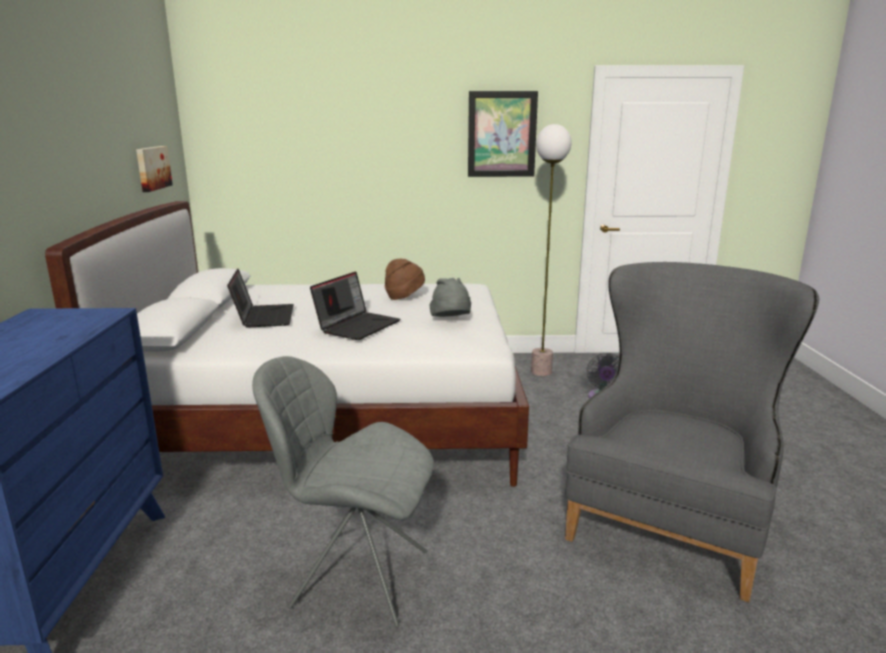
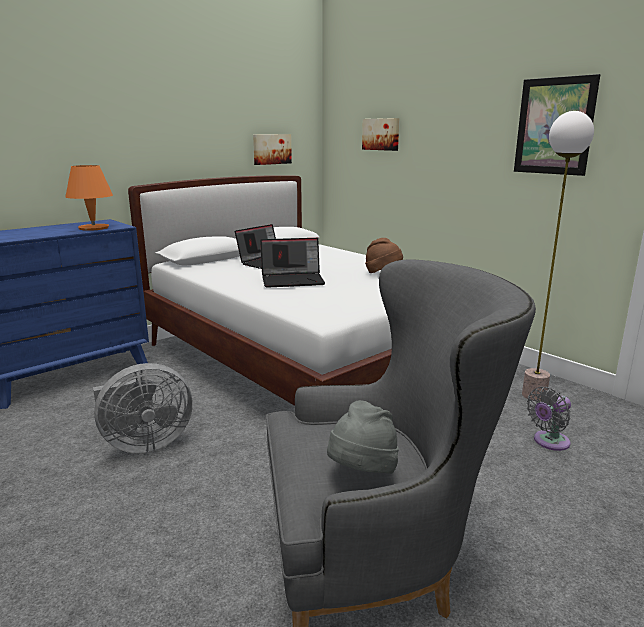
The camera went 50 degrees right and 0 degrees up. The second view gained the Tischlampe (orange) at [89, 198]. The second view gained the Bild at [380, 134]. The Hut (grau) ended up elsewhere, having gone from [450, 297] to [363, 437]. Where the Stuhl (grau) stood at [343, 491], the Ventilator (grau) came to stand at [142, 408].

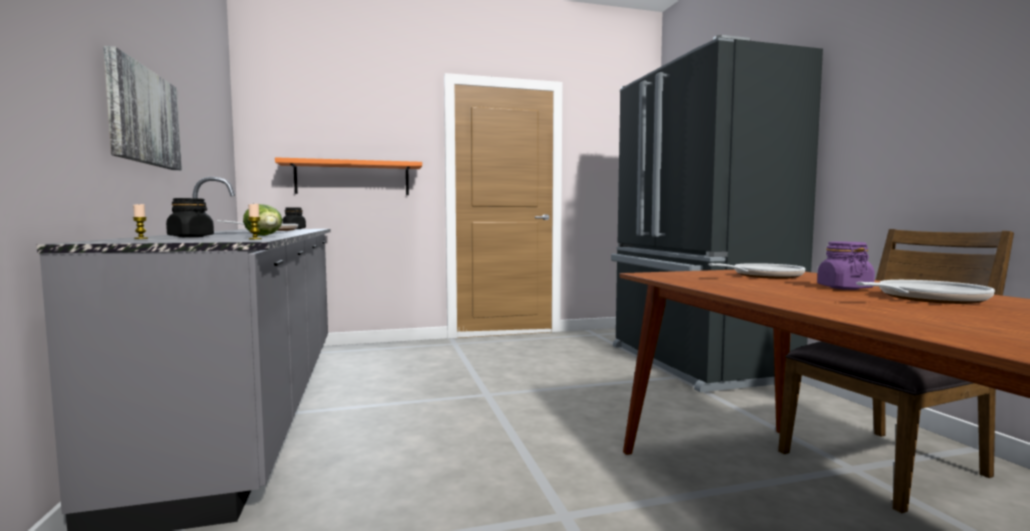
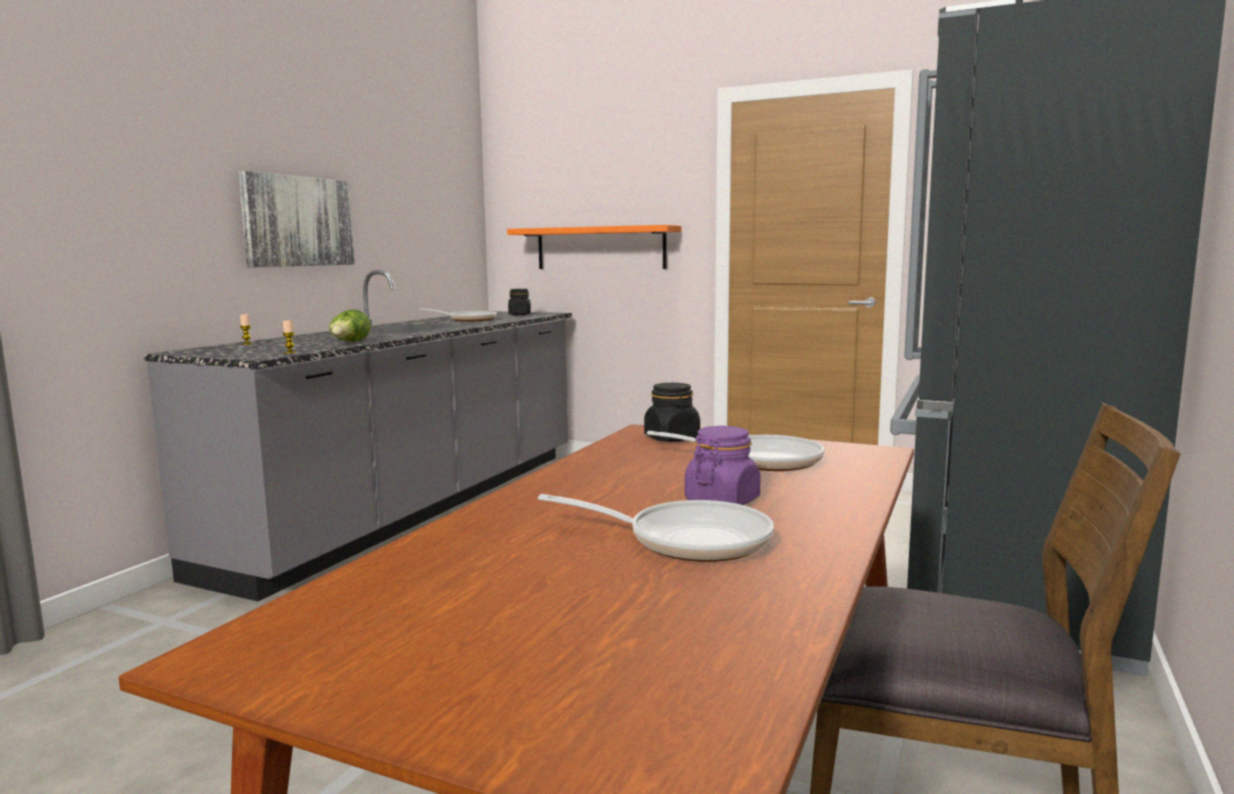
The camera went 40 degrees right and 5 degrees up. The Vorratsglas (schwarz) ended up elsewhere, having gone from [190, 217] to [672, 412].

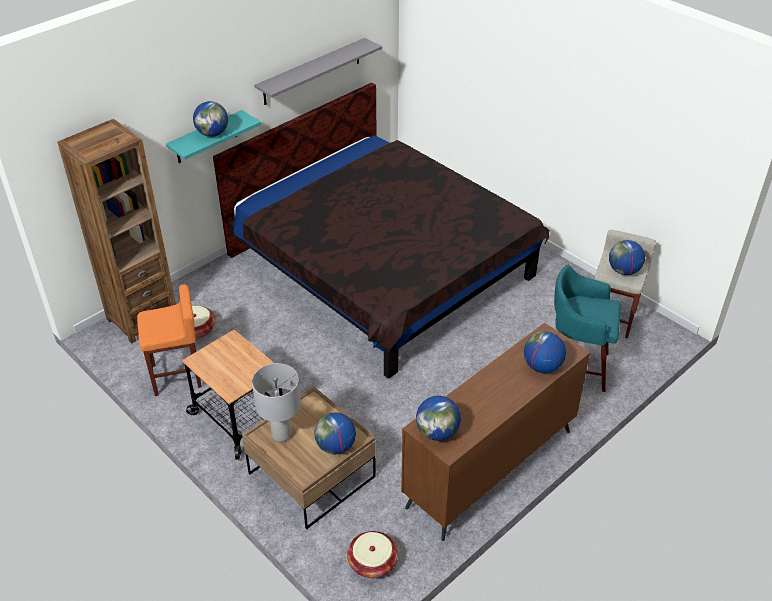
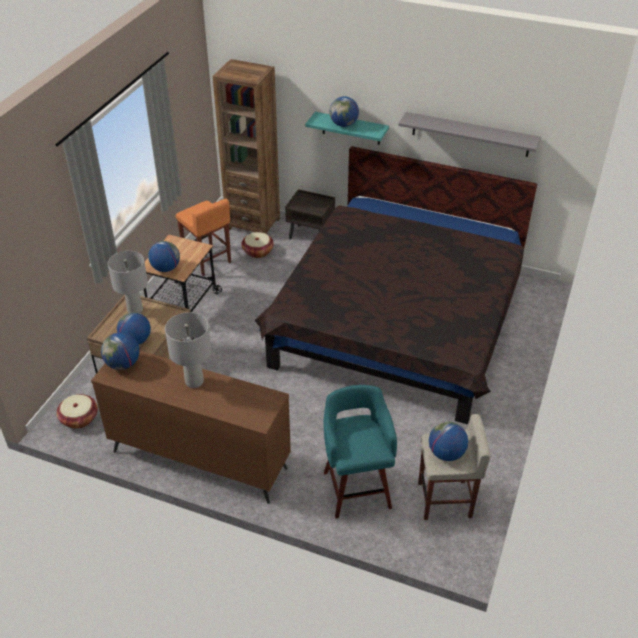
The camera went 65 degrees right and 0 degrees up. The second view gained the Tischlampe (grau) at [188, 350]. The second view gained the Nachttisch (braun) at [310, 214]. The Globus ended up elsewhere, having gone from [545, 352] to [164, 256].

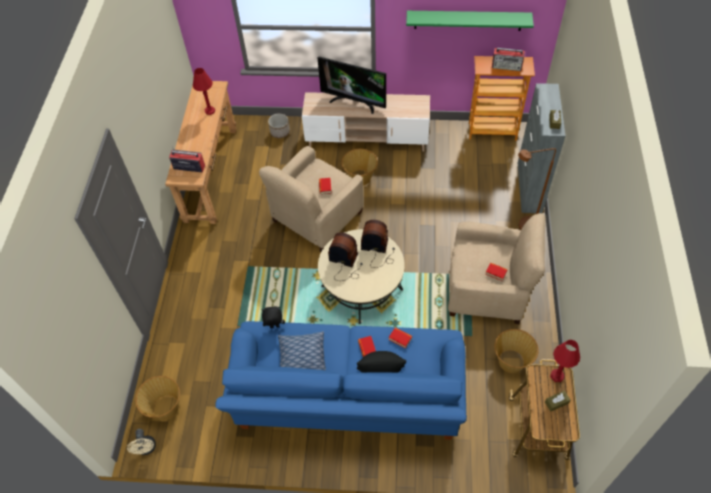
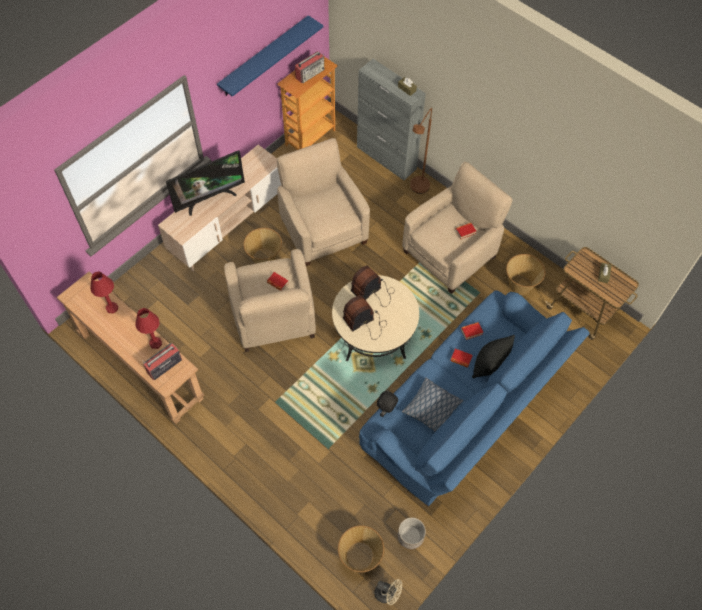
The camera went 55 degrees left and 5 degrees up. The second view gained the Sessel (beige) at [323, 202]. The Pflanzkübel ended up elsewhere, having gone from [279, 126] to [412, 533]. The Tischlampe (rot) ended up elsewhere, having gone from [565, 361] to [148, 328]. What was the Wandregal (grün) at [470, 21] turned into the Wandregal (blau) at [270, 56].

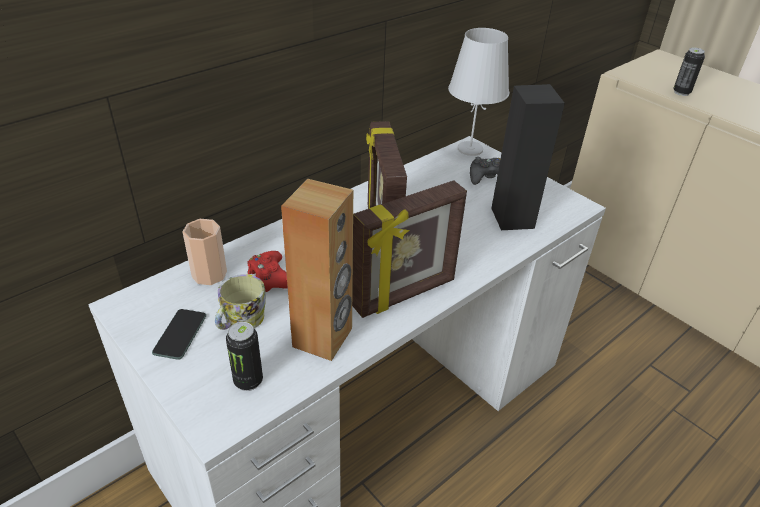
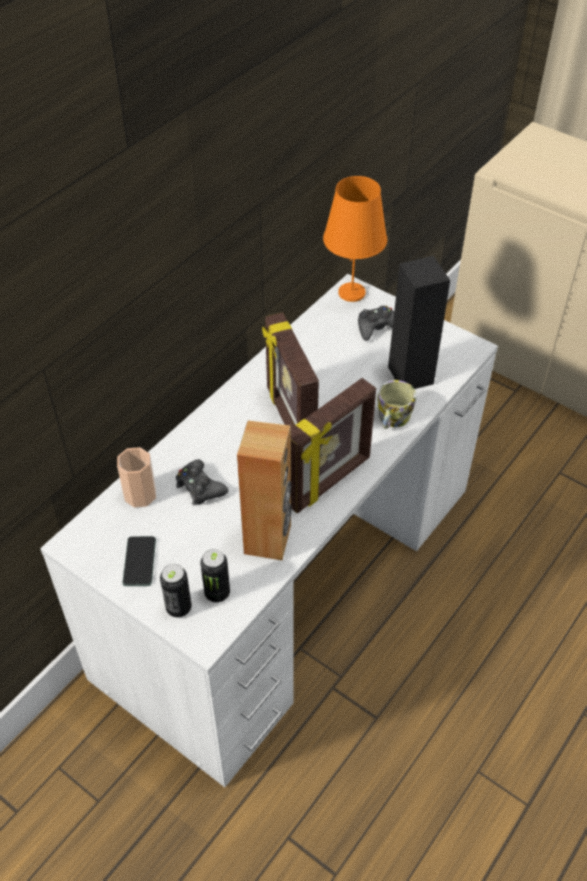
The camera went 10 degrees left and 10 degrees up. The Henkelbecher ended up elsewhere, having gone from [240, 302] to [396, 404]. The Dose ended up elsewhere, having gone from [689, 72] to [176, 590]. What was the Gamepad (rot) at [267, 271] turned into the Gamepad (schwarz) at [202, 482]. What was the Tischlampe (weiß) at [478, 92] turned into the Tischlampe (orange) at [355, 239].

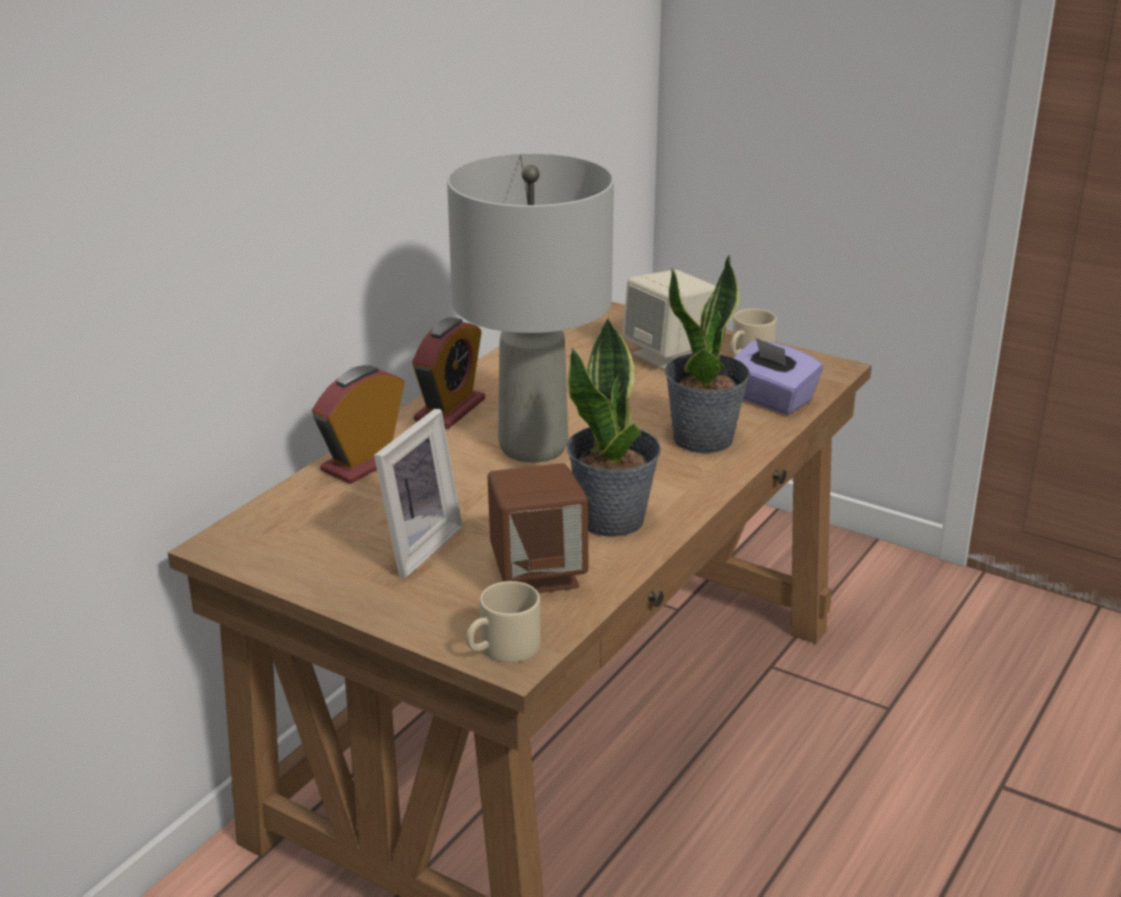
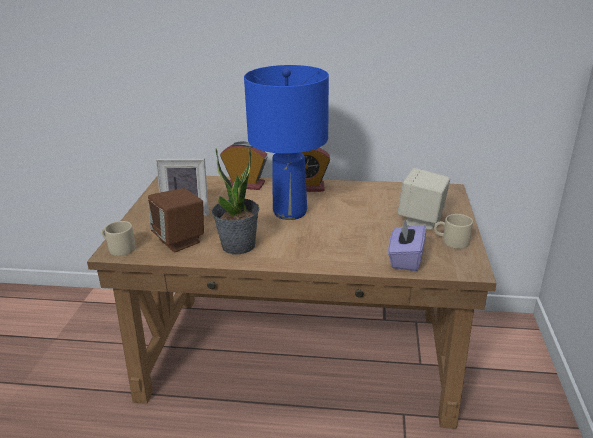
The camera went 65 degrees right and 0 degrees up. The second view lost the Topfpflanze at [707, 354]. What was the Tischlampe (grau) at [530, 308] turned into the Tischlampe (blau) at [286, 142].

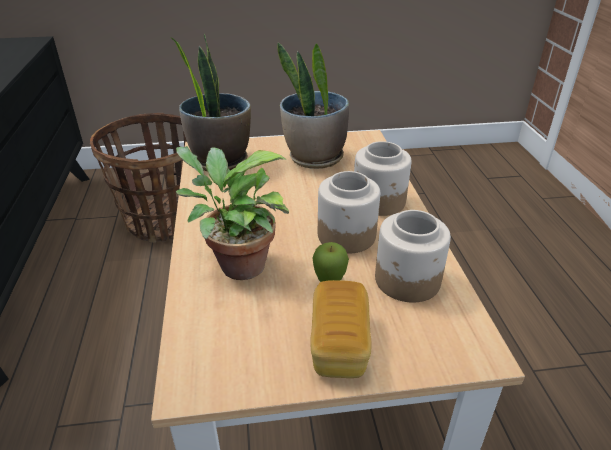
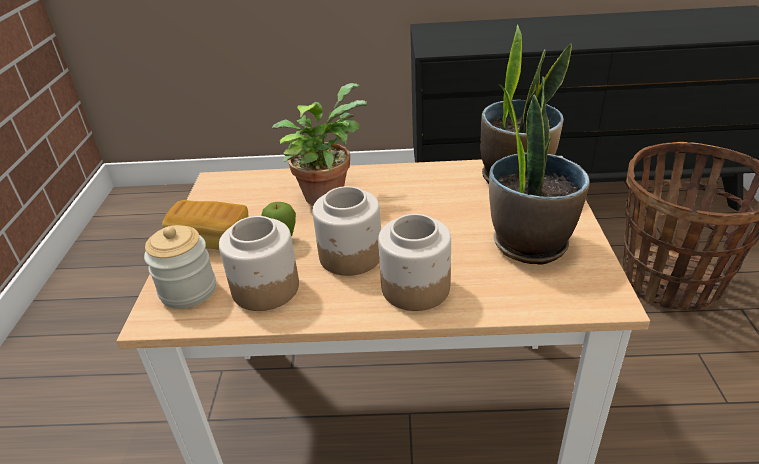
The camera went 100 degrees right and 0 degrees up. The second view gained the Vorratsglas at [180, 267].

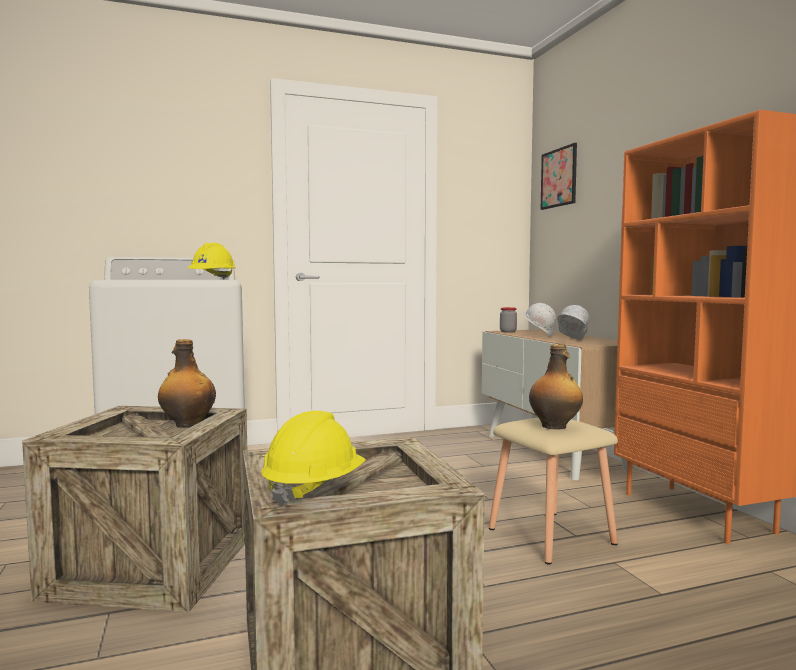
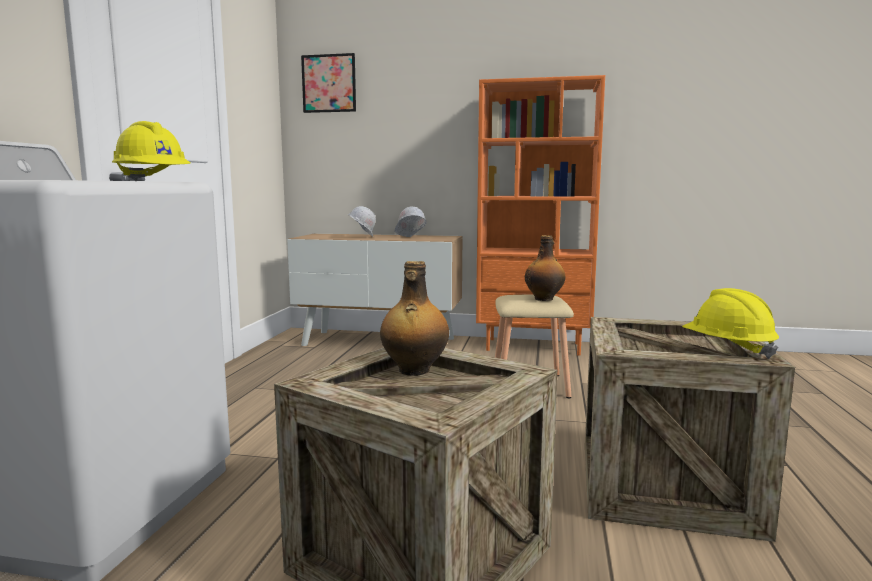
The camera went 60 degrees left and 5 degrees up. The second view lost the Vorratsglas at [508, 320].

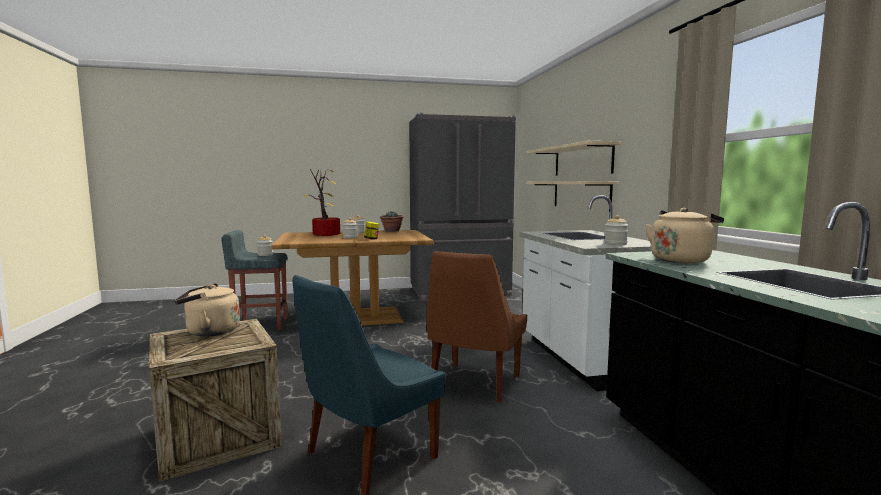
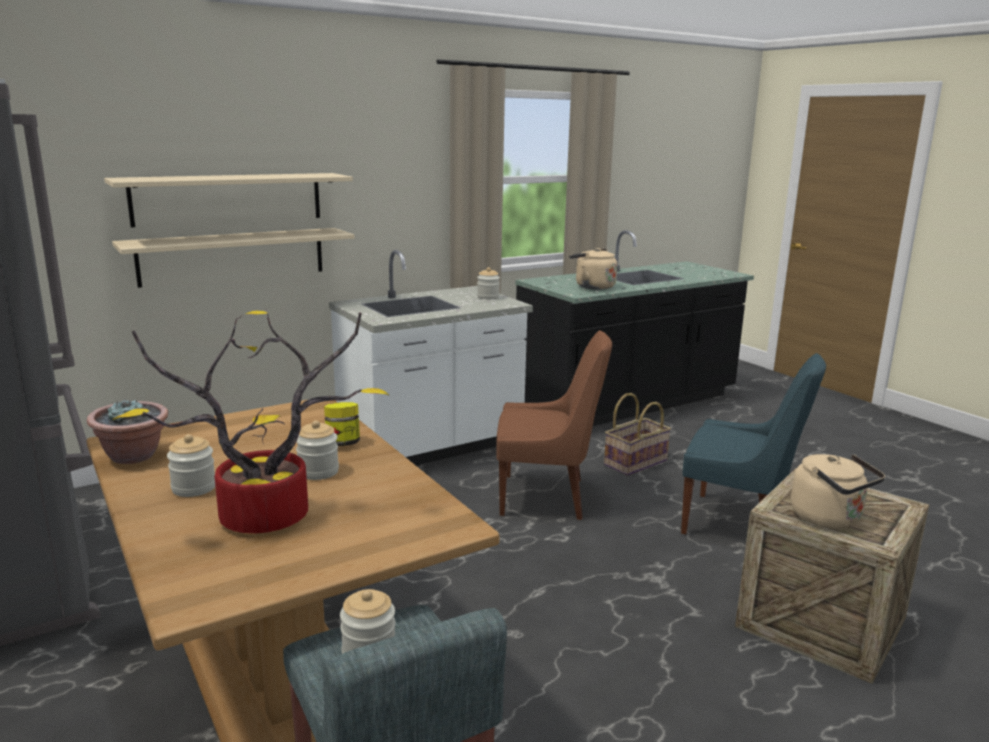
The camera went 110 degrees left and 10 degrees up. The second view gained the Korb at [637, 434].

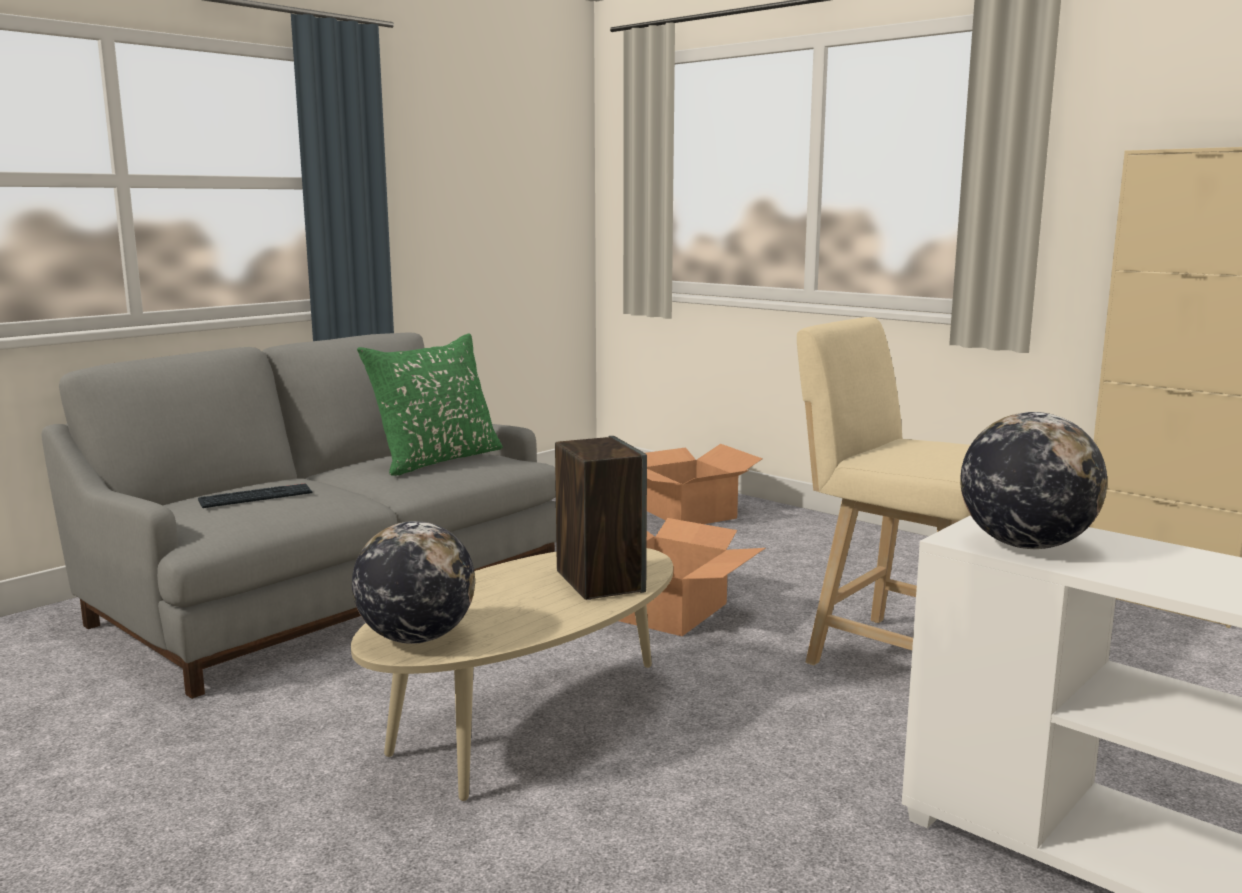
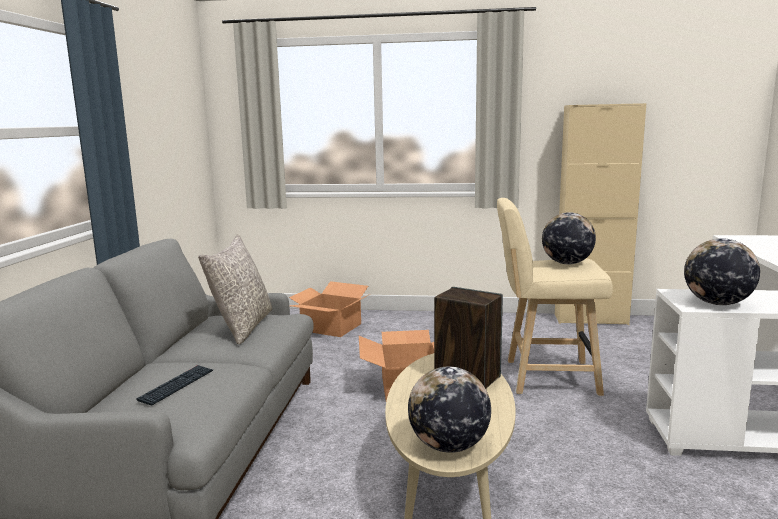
The camera went 35 degrees left and 0 degrees up. The second view gained the Globus at [569, 238]. What was the Kissen (grün) at [430, 404] turned into the Kissen (grau) at [235, 289].

